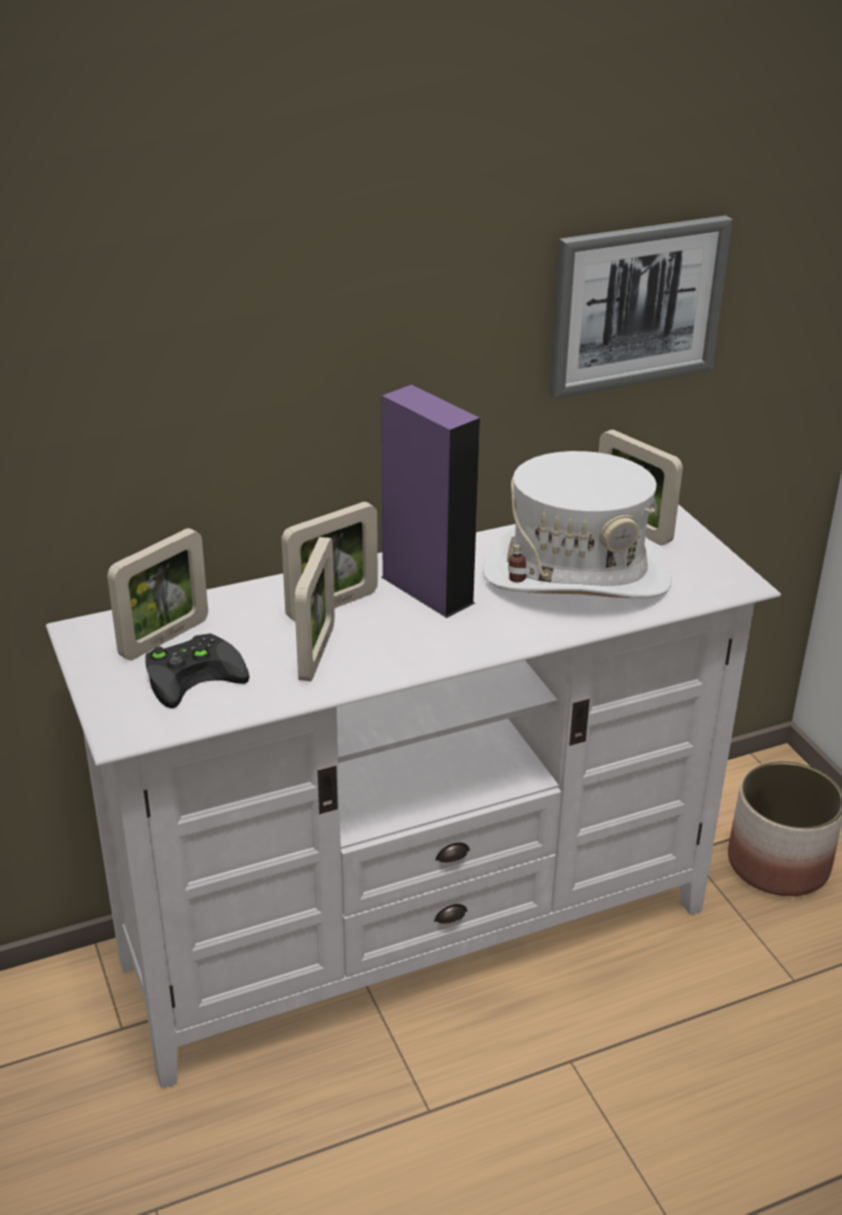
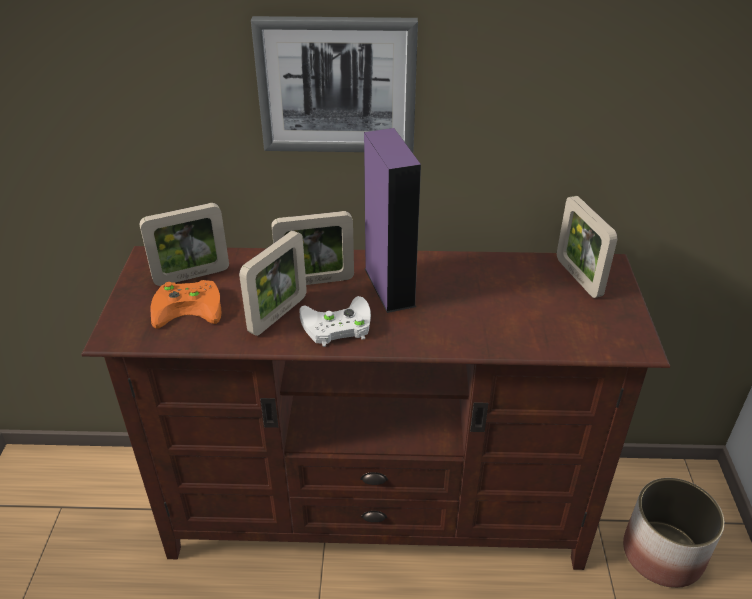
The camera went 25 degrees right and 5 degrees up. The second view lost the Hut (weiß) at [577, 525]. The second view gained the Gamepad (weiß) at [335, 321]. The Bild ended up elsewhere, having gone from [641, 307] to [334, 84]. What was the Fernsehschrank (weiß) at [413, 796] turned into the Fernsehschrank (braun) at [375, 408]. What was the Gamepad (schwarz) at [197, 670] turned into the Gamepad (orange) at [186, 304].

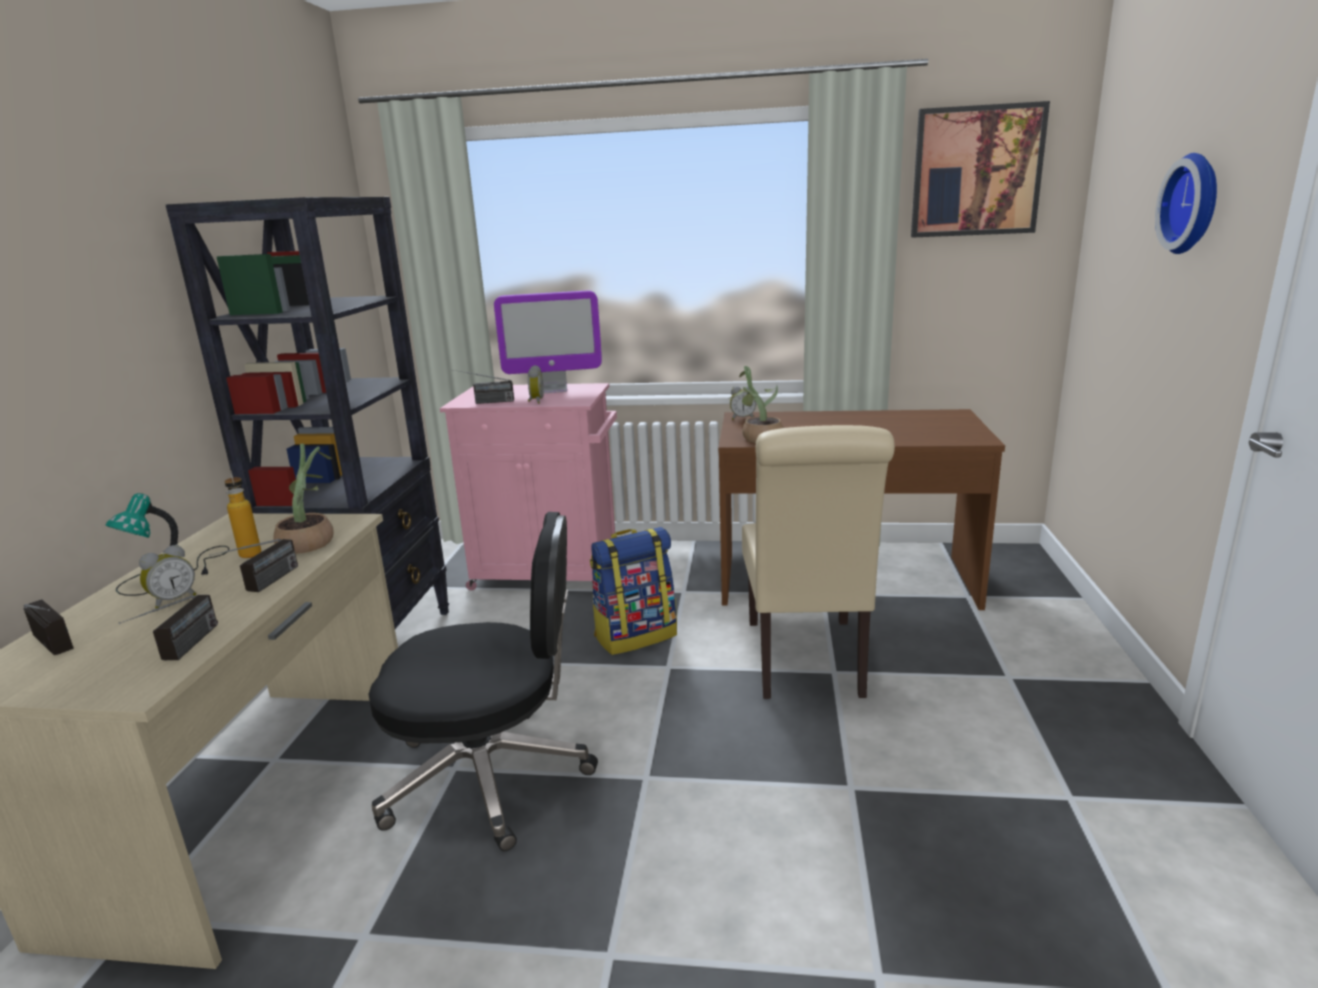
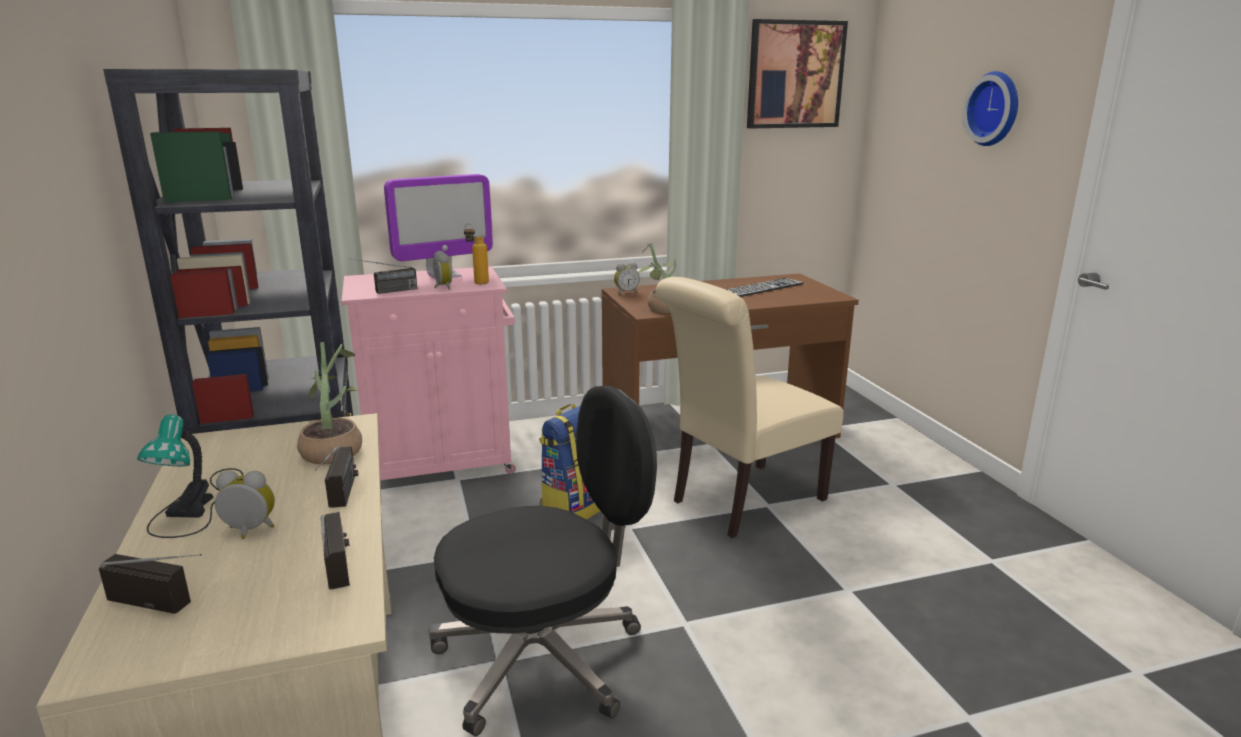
The camera went 25 degrees left and 0 degrees up. The second view gained the Tastatur at [764, 287]. The Flasche ended up elsewhere, having gone from [242, 514] to [476, 253]. The Wecker at [167, 576] ended up facing another way, 105 degrees counterclockwise from before. The Stuhl (beige) at [818, 562] ended up facing another way, 75 degrees clockwise from before.

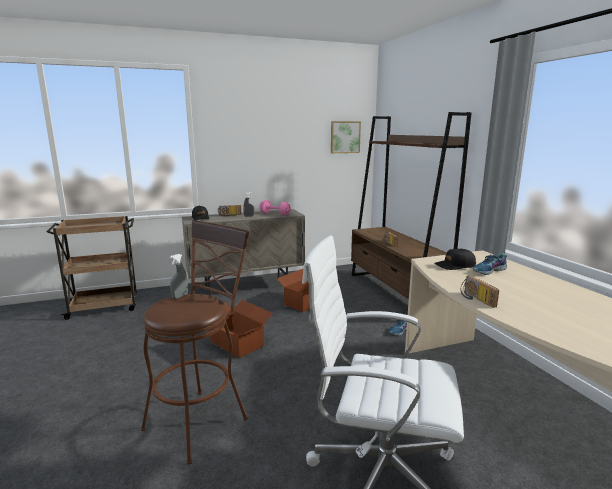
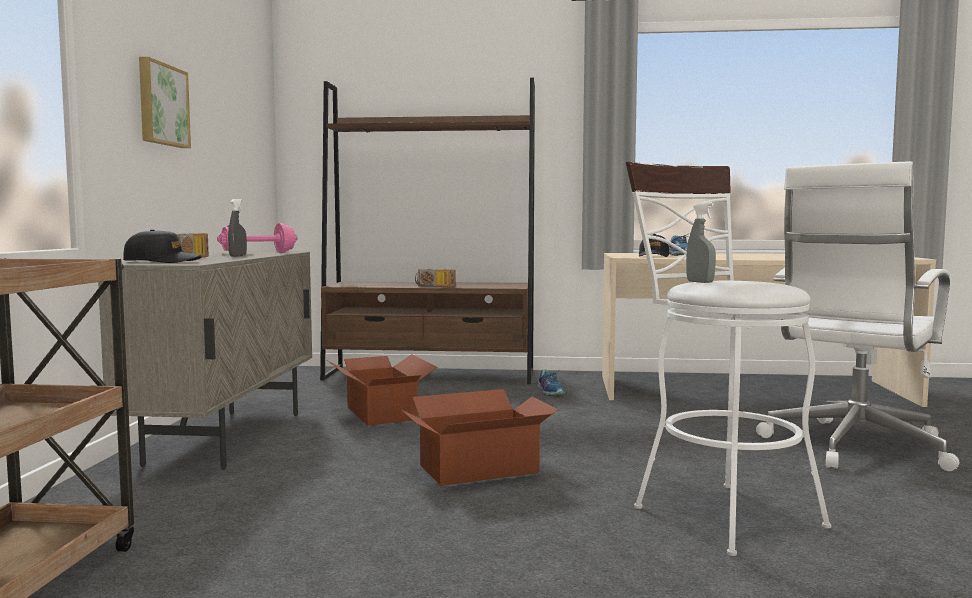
The camera went 65 degrees left and 10 degrees down. The second view lost the Radio at [480, 292]. The Bild ended up elsewhere, having gone from [346, 137] to [165, 102]. What was the Hocker (braun) at [195, 342] turned into the Hocker (weiß) at [728, 358].

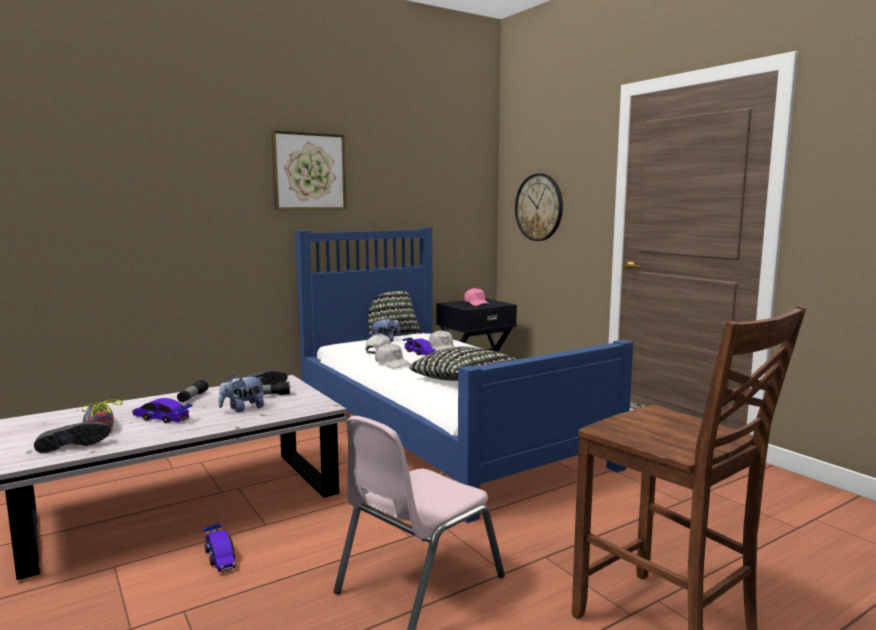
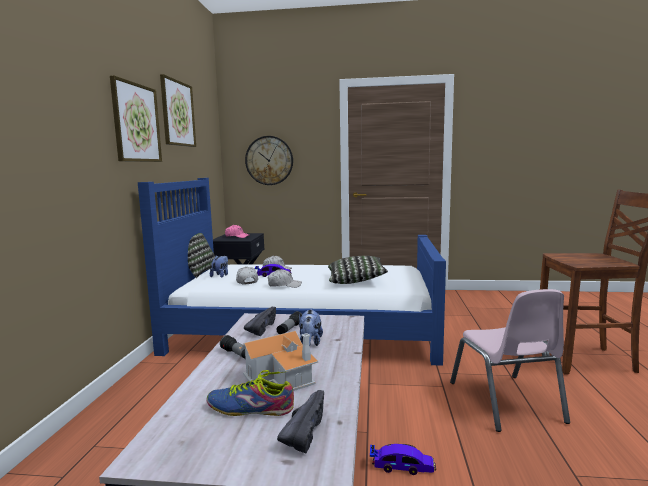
The camera went 50 degrees left and 0 degrees up. The second view gained the Bild at [178, 110]. Where the Spielzeugauto stood at [162, 410], the Spielzeughaus came to stand at [278, 361].

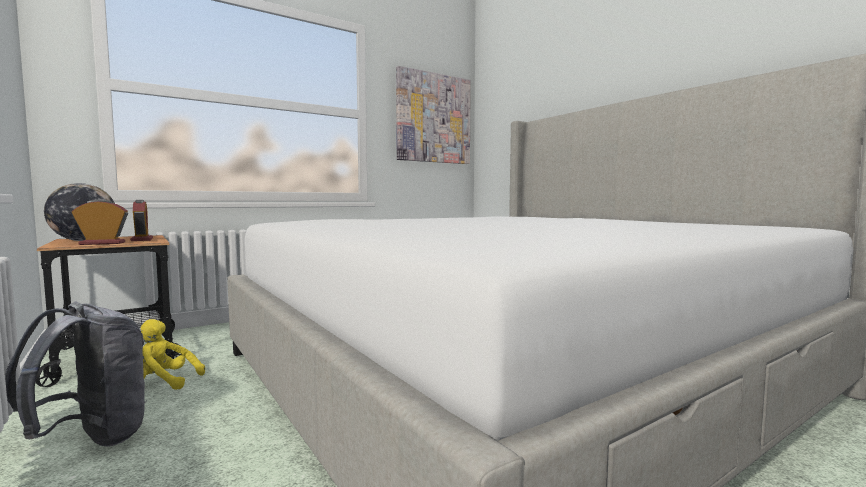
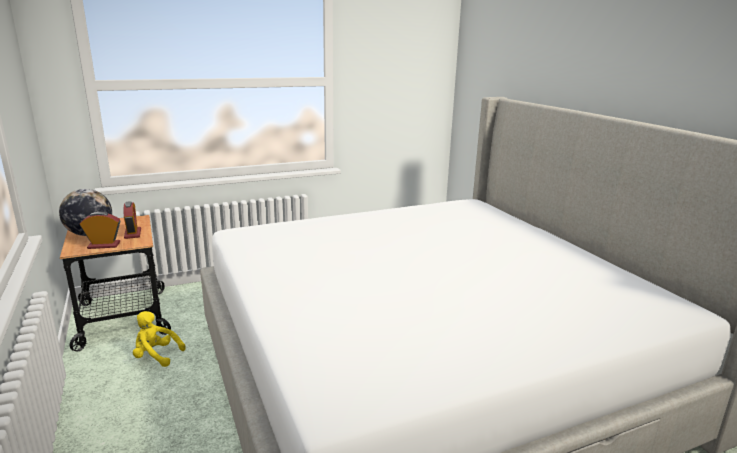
The camera went 10 degrees right and 15 degrees up. The second view lost the Rucksack (grau) at [76, 374]. The second view lost the Bild at [433, 115].

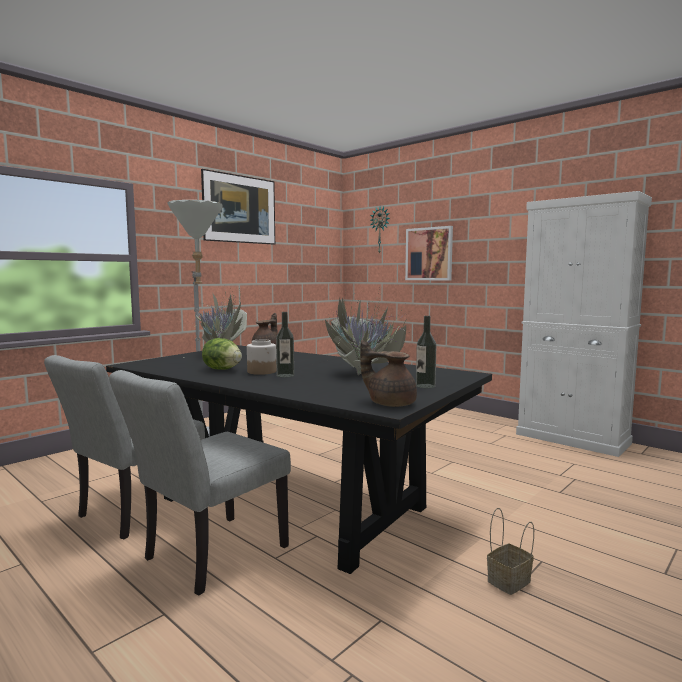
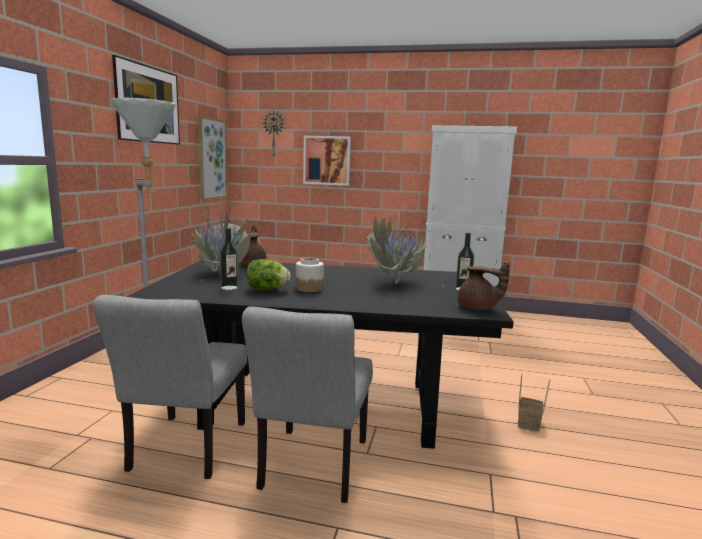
The camera went 30 degrees left and 5 degrees up. The second view gained the Bild at [212, 157]. The Flasche ended up elsewhere, having gone from [285, 345] to [229, 259]. The Teekanne (braun) at [388, 373] ended up facing another way, 150 degrees counterclockwise from before.

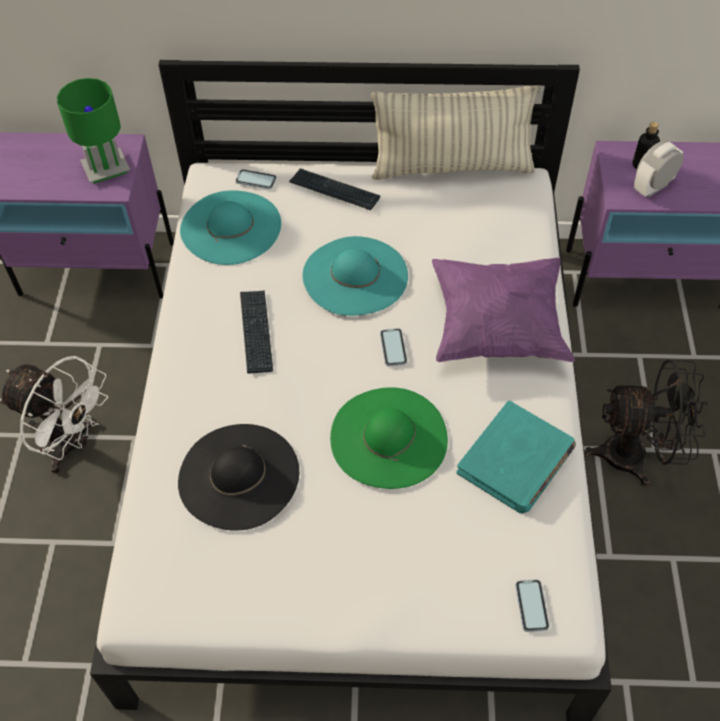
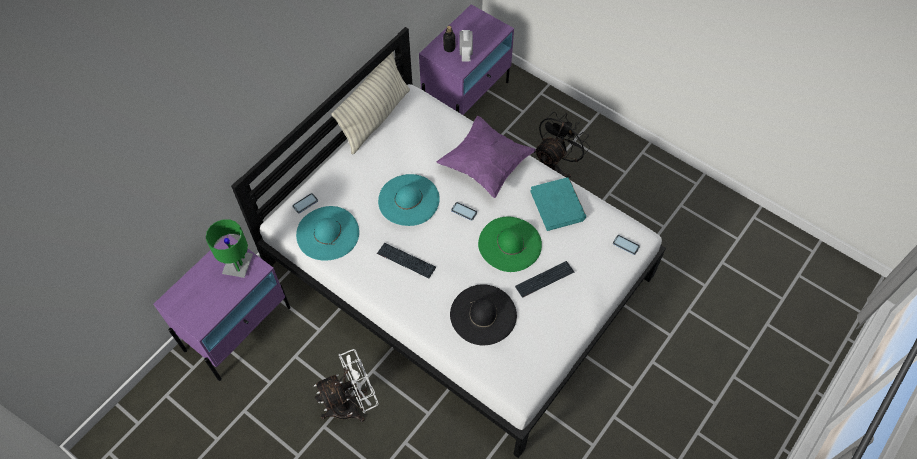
The camera went 55 degrees left and 5 degrees up. The Tastatur ended up elsewhere, having gone from [334, 189] to [544, 279].

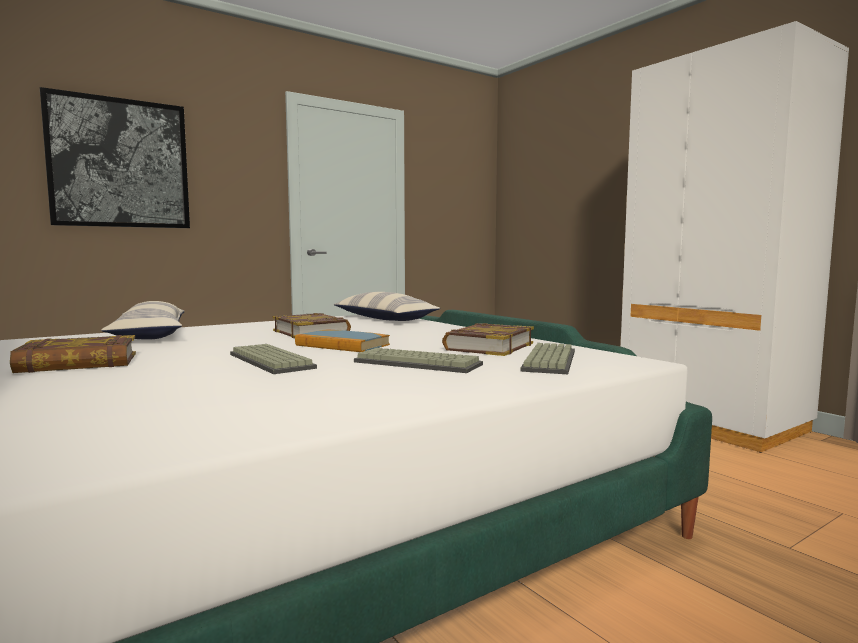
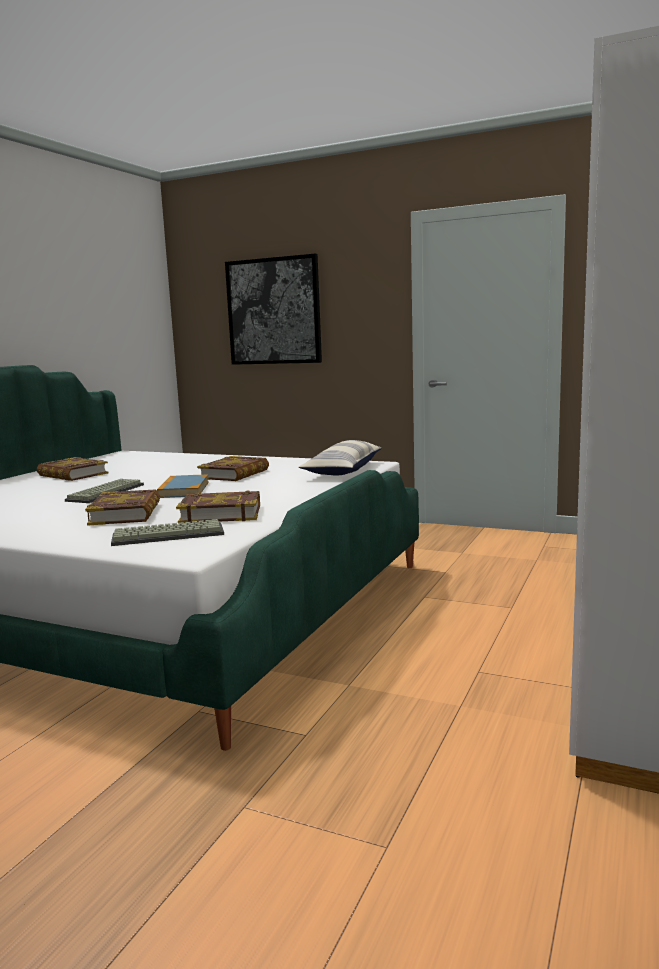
The camera went 60 degrees right and 5 degrees up. The second view lost the Kissen at [143, 320]. Where the Tastatur stood at [418, 360], the Buch came to stand at [122, 507].

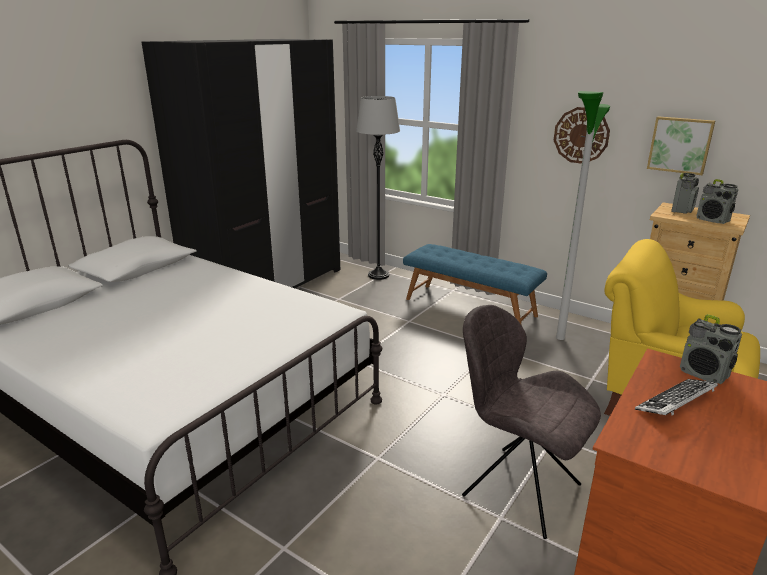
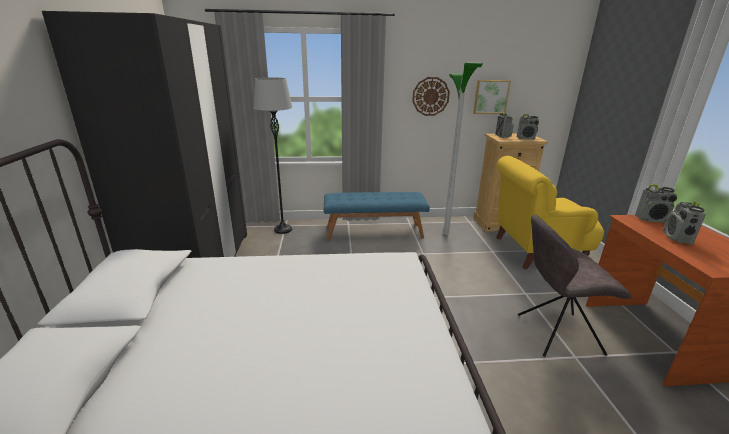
The camera went 40 degrees left and 0 degrees up. Where the Tastatur stood at [676, 397], the Radio came to stand at [684, 223].

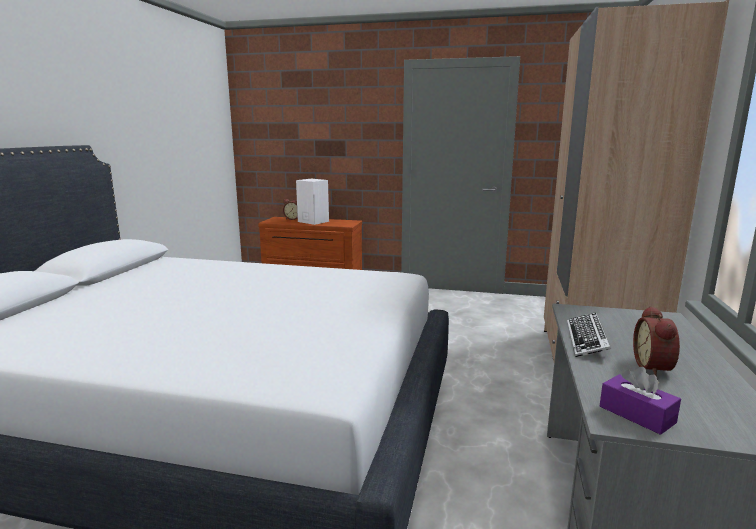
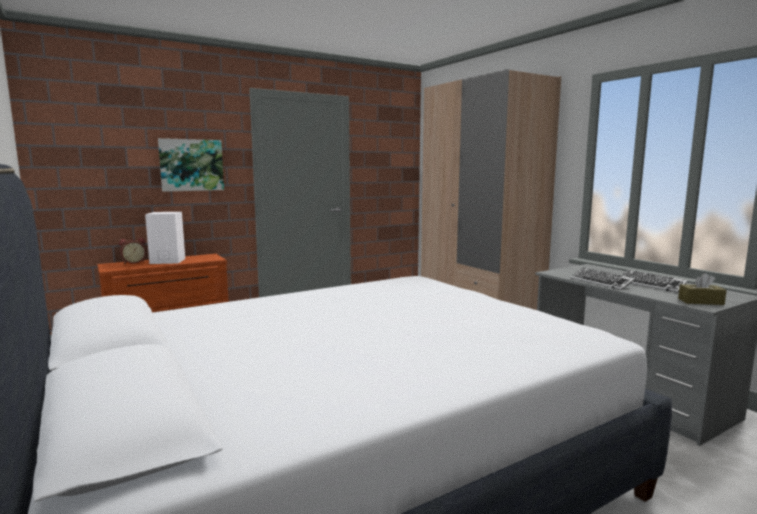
The camera went 45 degrees left and 5 degrees down. The second view gained the Bild at [191, 165]. Where the Wecker stood at [656, 341], the Tastatur came to stand at [655, 281]. What was the Taschentuchbox (lila) at [640, 401] turned into the Taschentuchbox (braun) at [702, 289].

